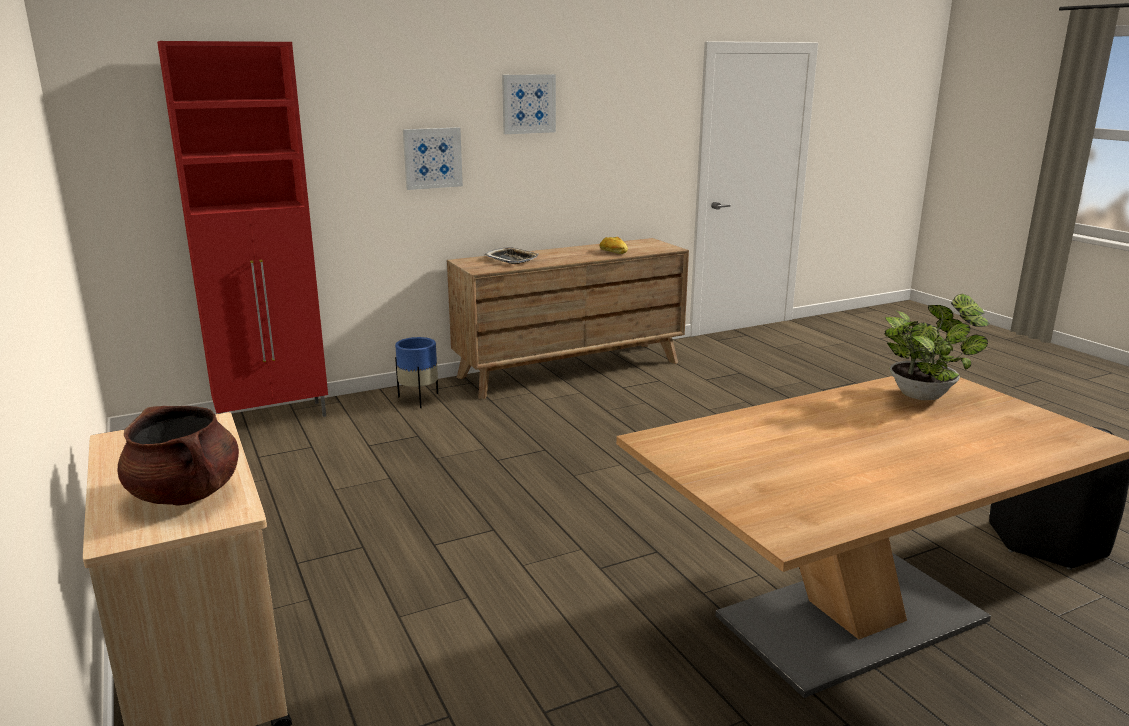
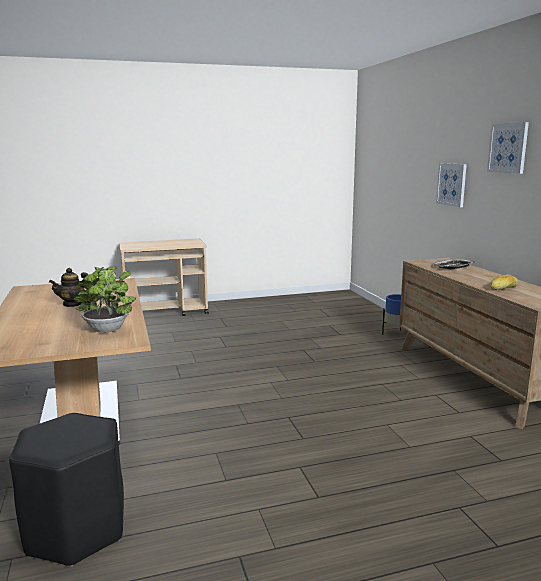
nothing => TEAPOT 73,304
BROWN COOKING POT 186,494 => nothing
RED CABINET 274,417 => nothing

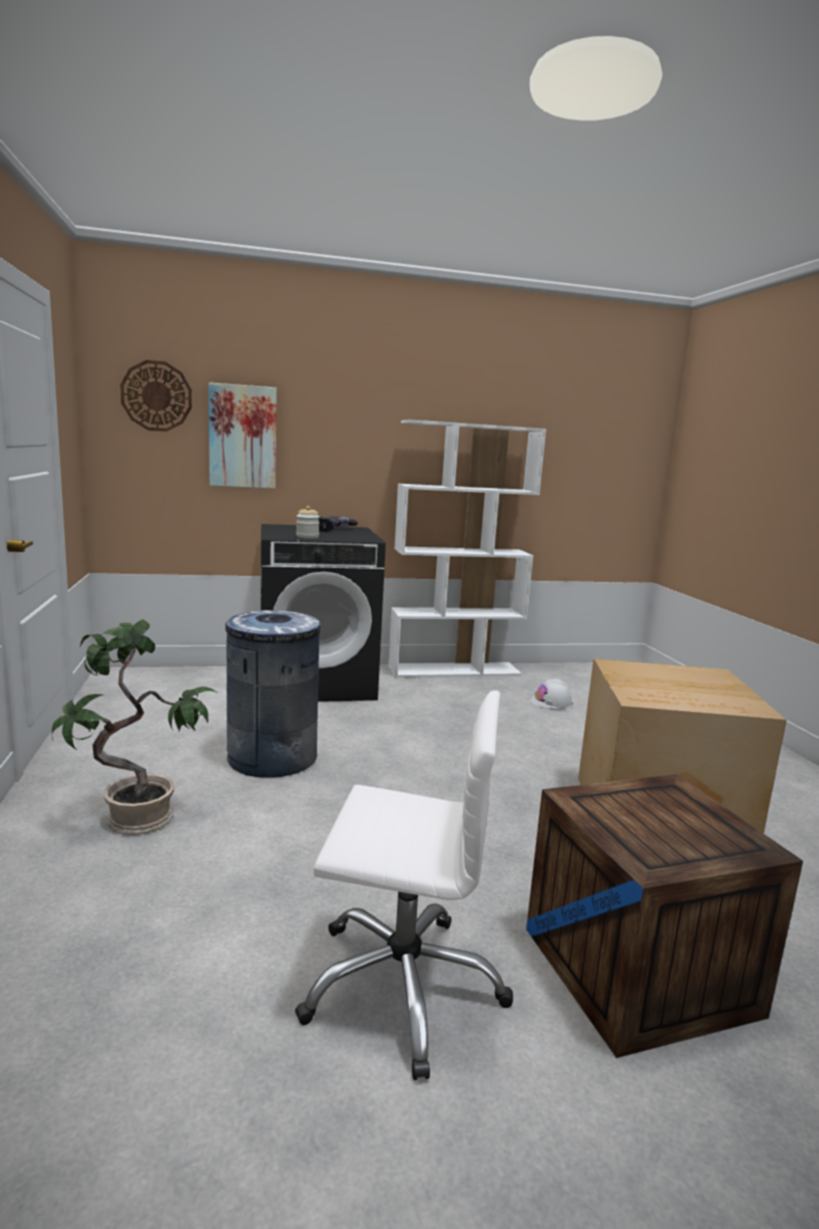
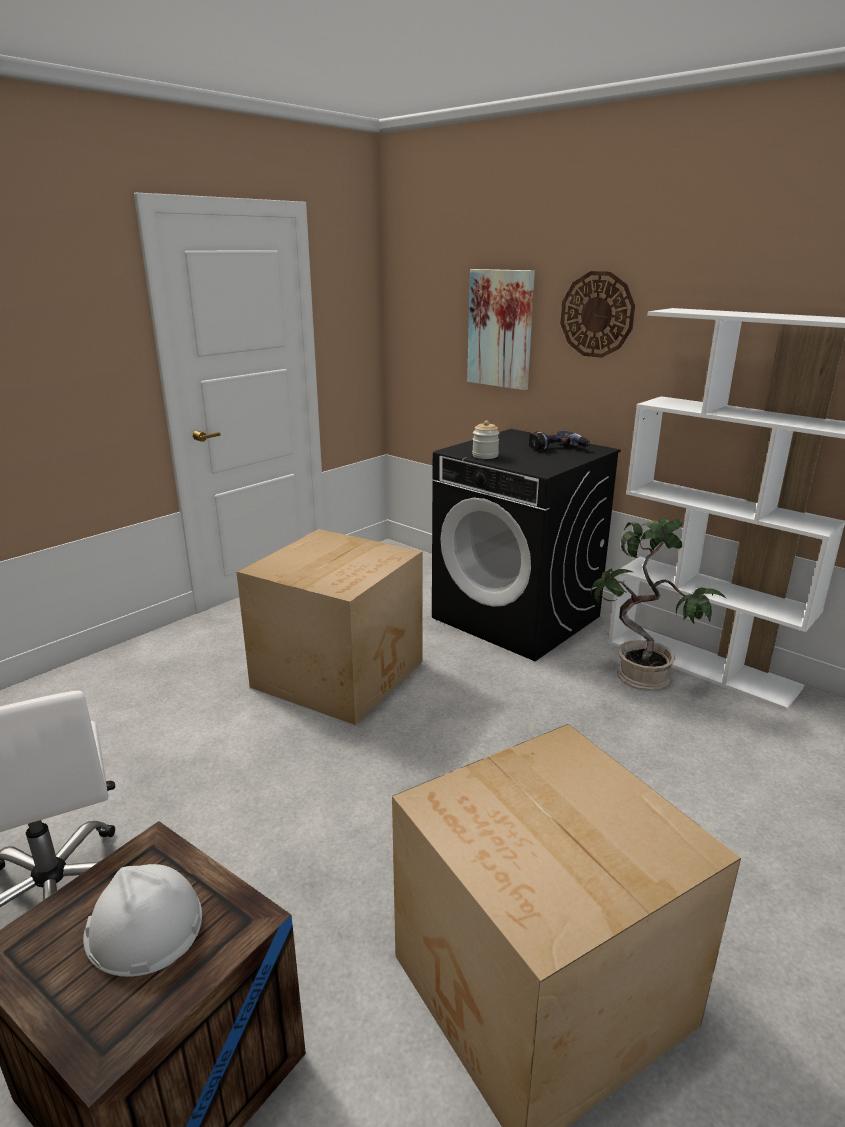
WHITE HARD HAT 551,702 => WHITE HARD HAT 143,926, shifted
GREY TRASH CAN 272,758 => CARDBOARD BOX 341,673
WALL CLOCK 156,396 => WALL CLOCK 597,314, shifted
POTTED PLANT 139,820 => POTTED PLANT 640,678, shifted

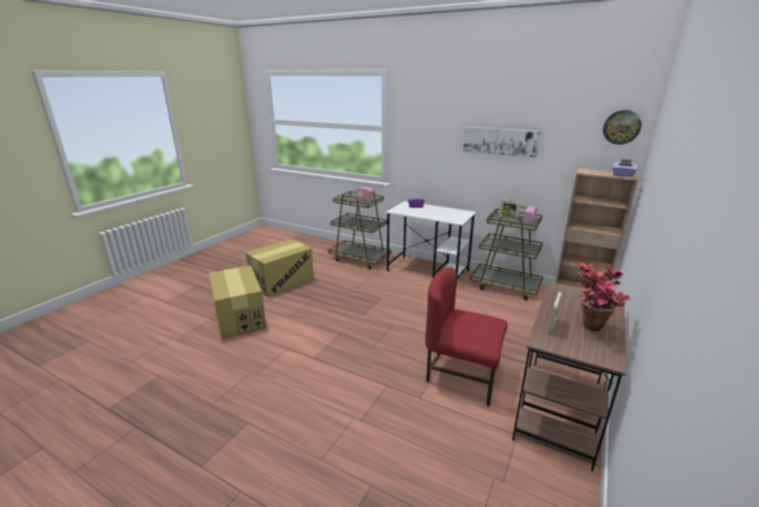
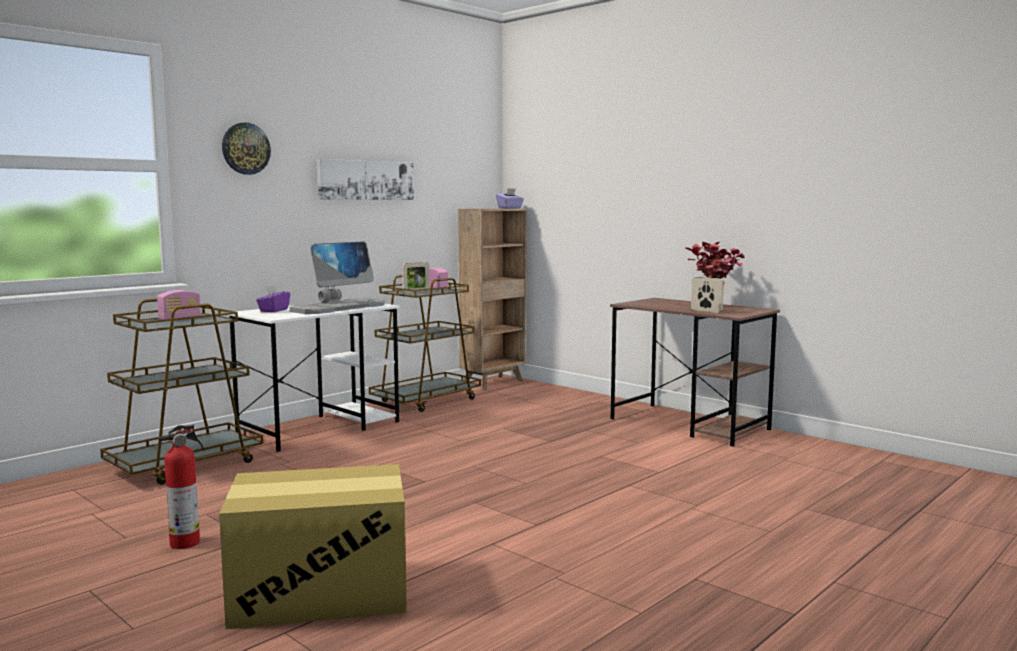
CARDBOARD BOX 282,282 => FIRE EXTINGUISHER 187,542
WALL CLOCK 621,127 => WALL CLOCK 245,148, shifted
nothing => MONITOR 339,307
RED CHAIR 462,375 => nothing

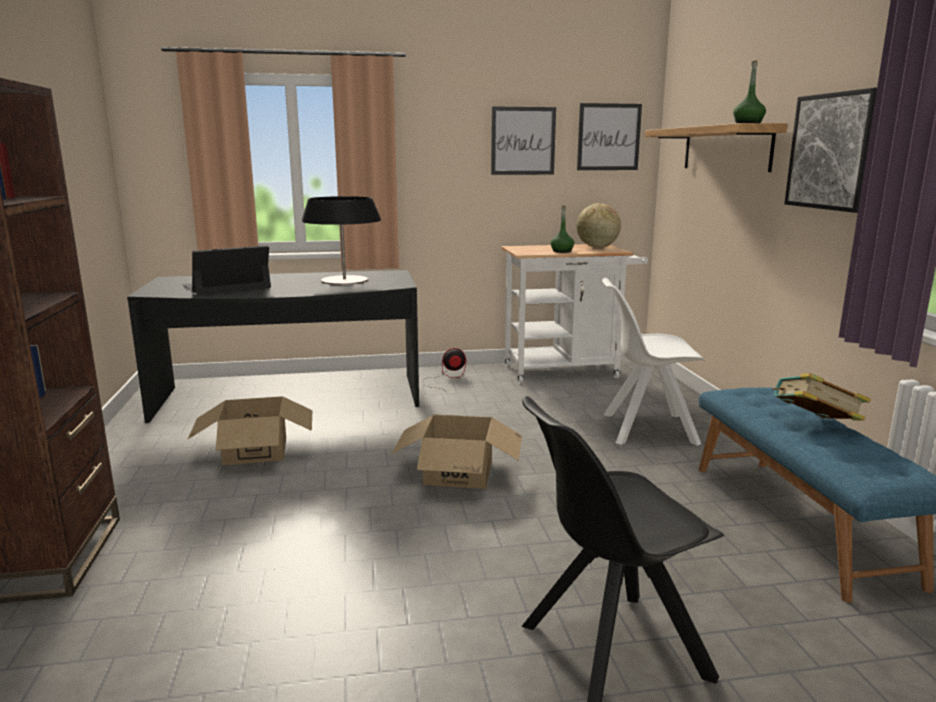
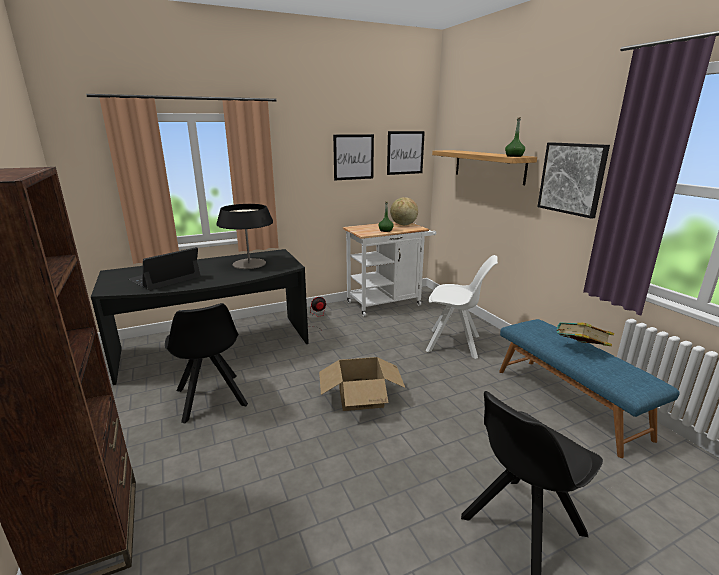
CARDBOARD BOX 255,451 => BLACK CHAIR 211,399
WHITE CHAIR 645,429 => WHITE CHAIR 455,344, 150 degrees counterclockwise

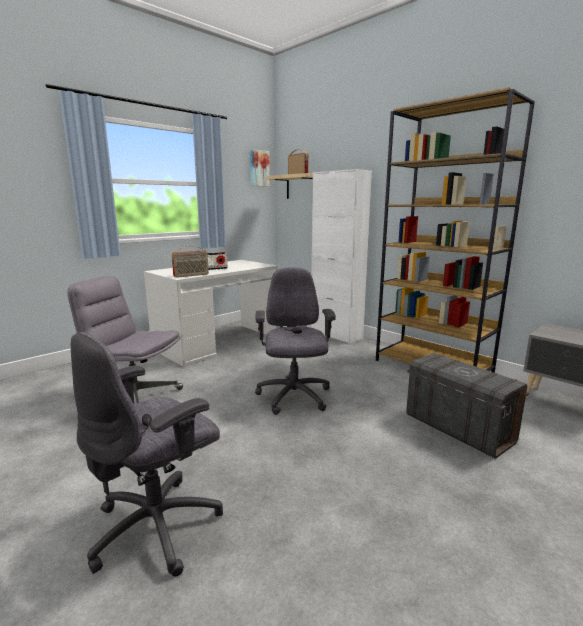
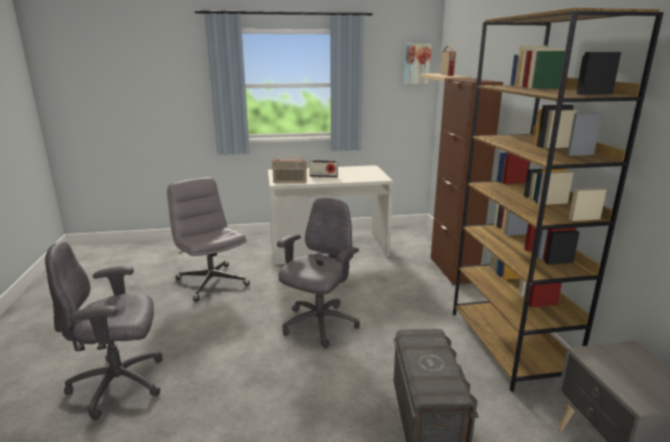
WHITE CABINET 336,335 => BROWN CABINET 453,270

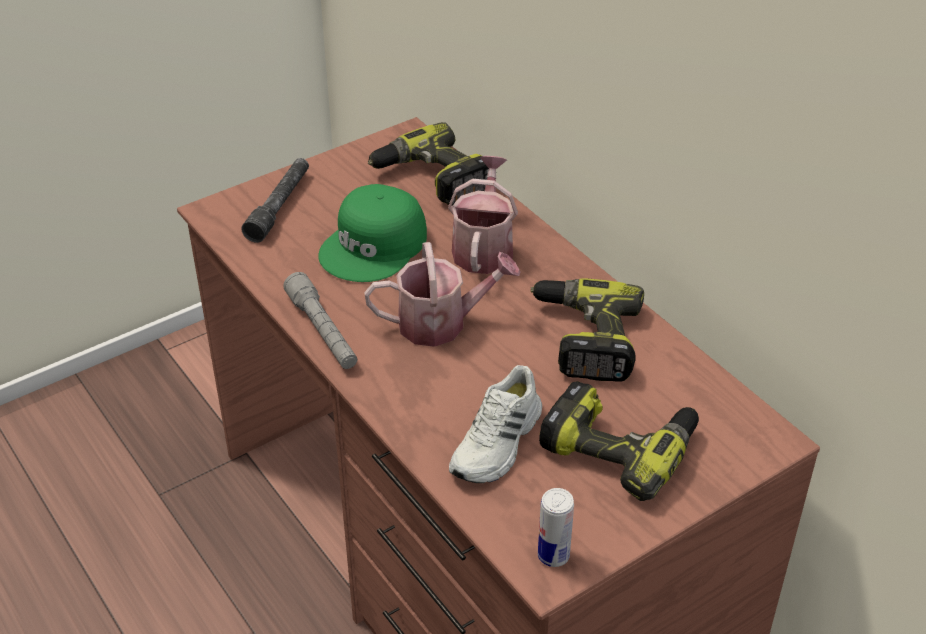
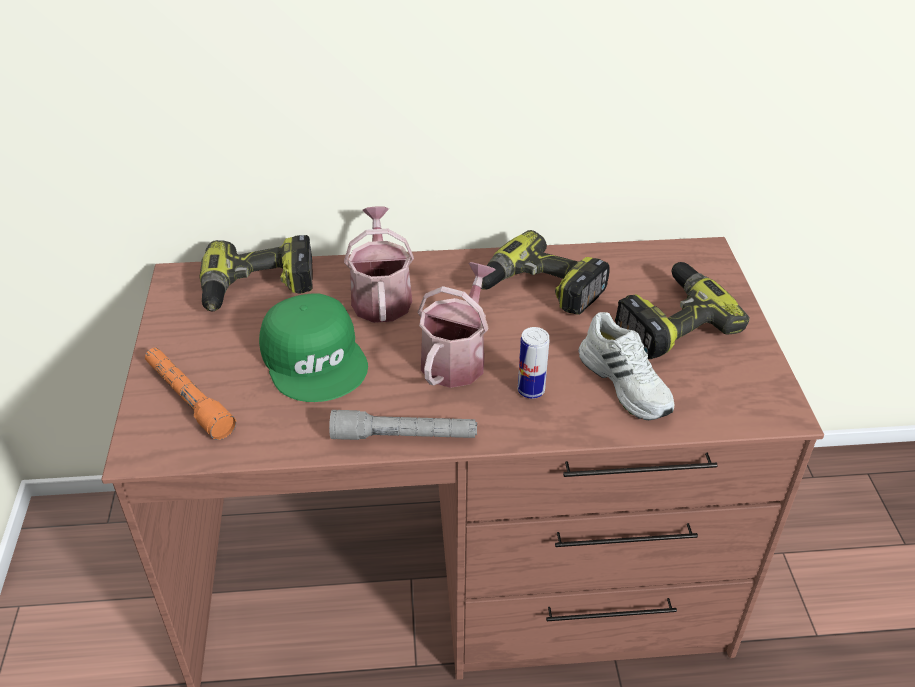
GREY FLASHLIGHT 279,206 => ORANGE FLASHLIGHT 188,399
WATERING CAN 483,247 => WATERING CAN 381,296, 45 degrees clockwise
CAN 553,555 => CAN 531,390, shifted

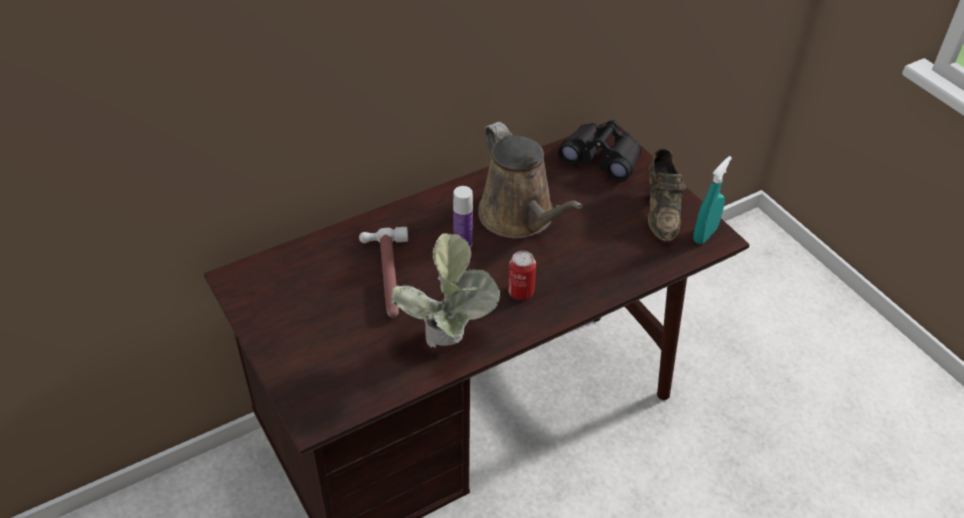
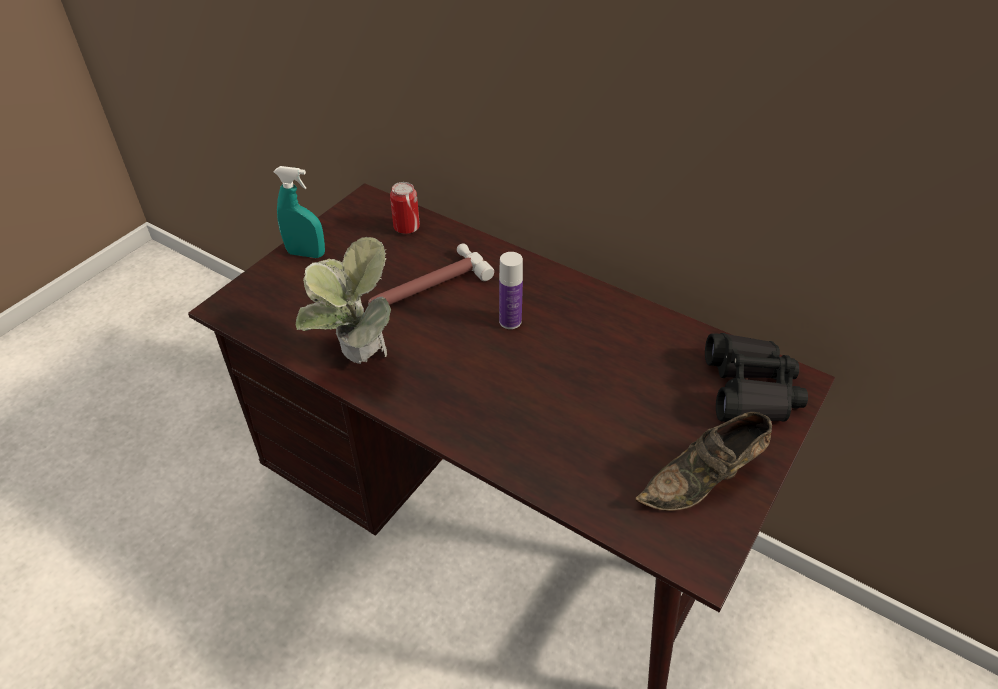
TURQUOISE SPRAY BOTTLE 705,234 => TURQUOISE SPRAY BOTTLE 306,254, shifted
CAN 520,292 => CAN 406,228, shifted
BROWN WATERING CAN 520,217 => nothing

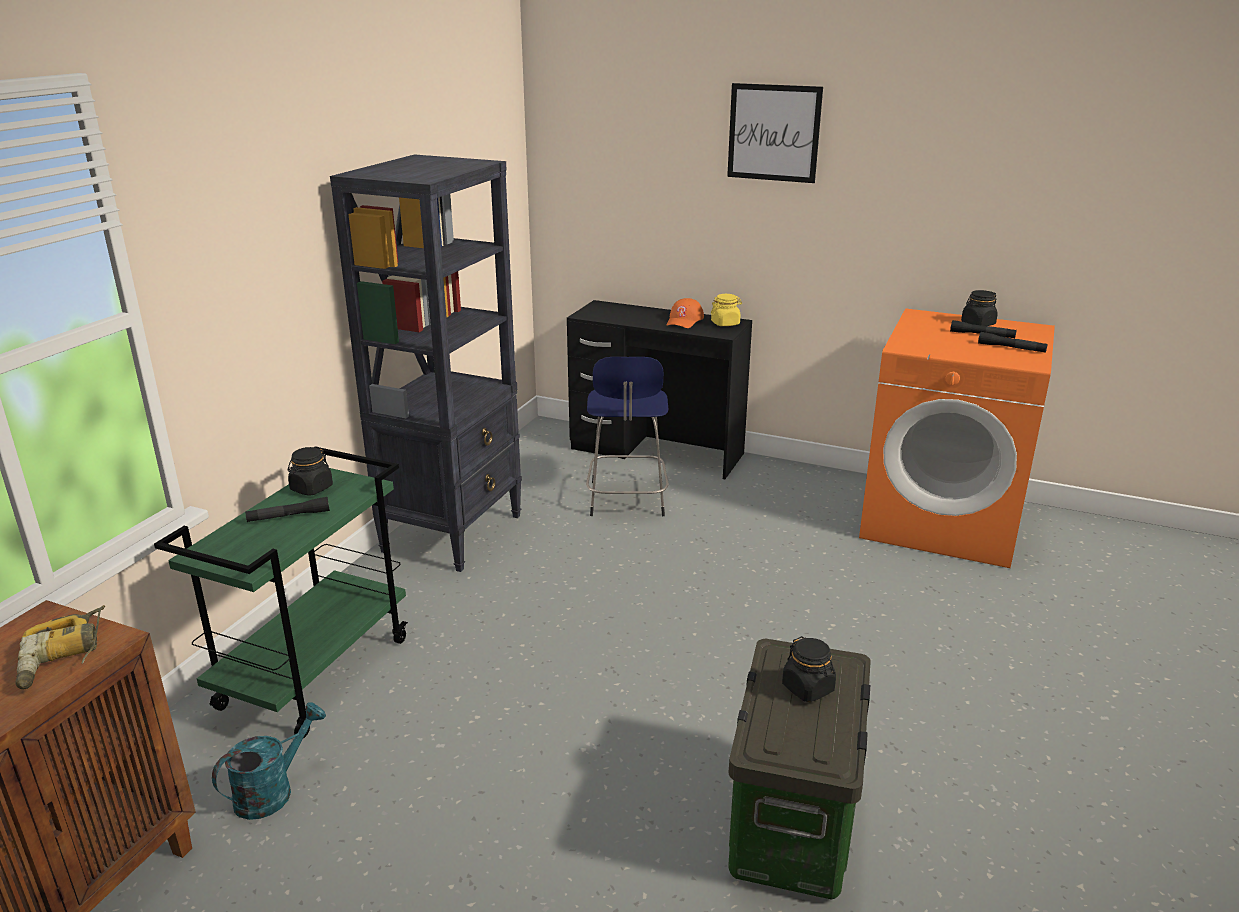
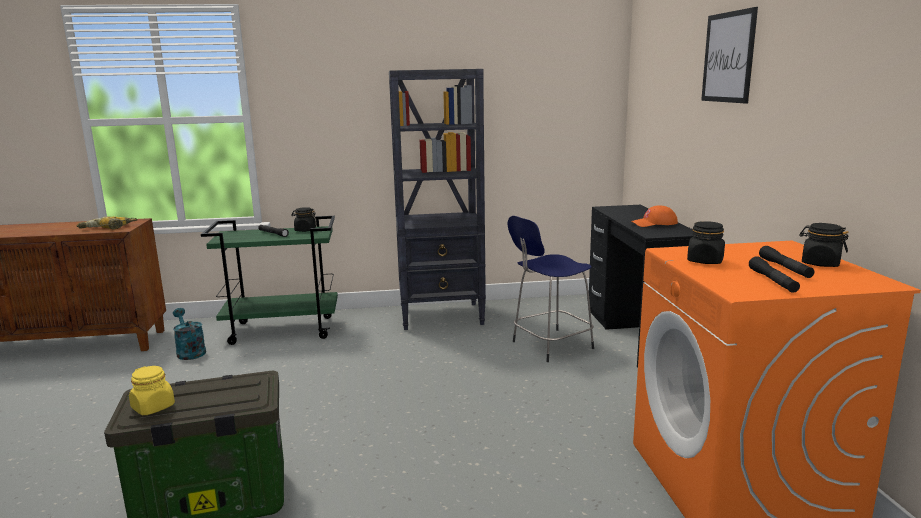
YELLOW JAR 725,323 => YELLOW JAR 153,407, shifted
TURQUOISE WATERING CAN 272,791 => TURQUOISE WATERING CAN 189,352, 135 degrees counterclockwise
BLACK JAR 808,688 => BLACK JAR 705,261, shifted

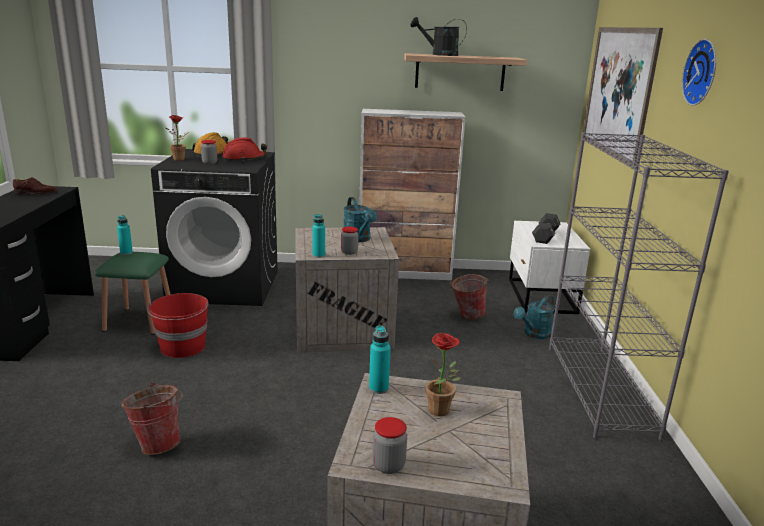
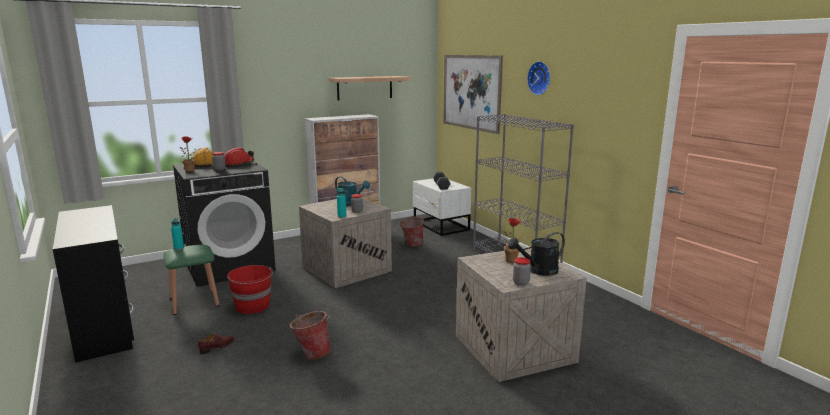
BROWN SHOE 36,193 => BROWN SHOE 217,347, shifted
BLACK WATERING CAN 439,55 => BLACK WATERING CAN 538,271, shifted
TURQUOISE BOTTLE 378,388 => nothing
TURQUOISE WATERING CAN 534,334 => nothing

